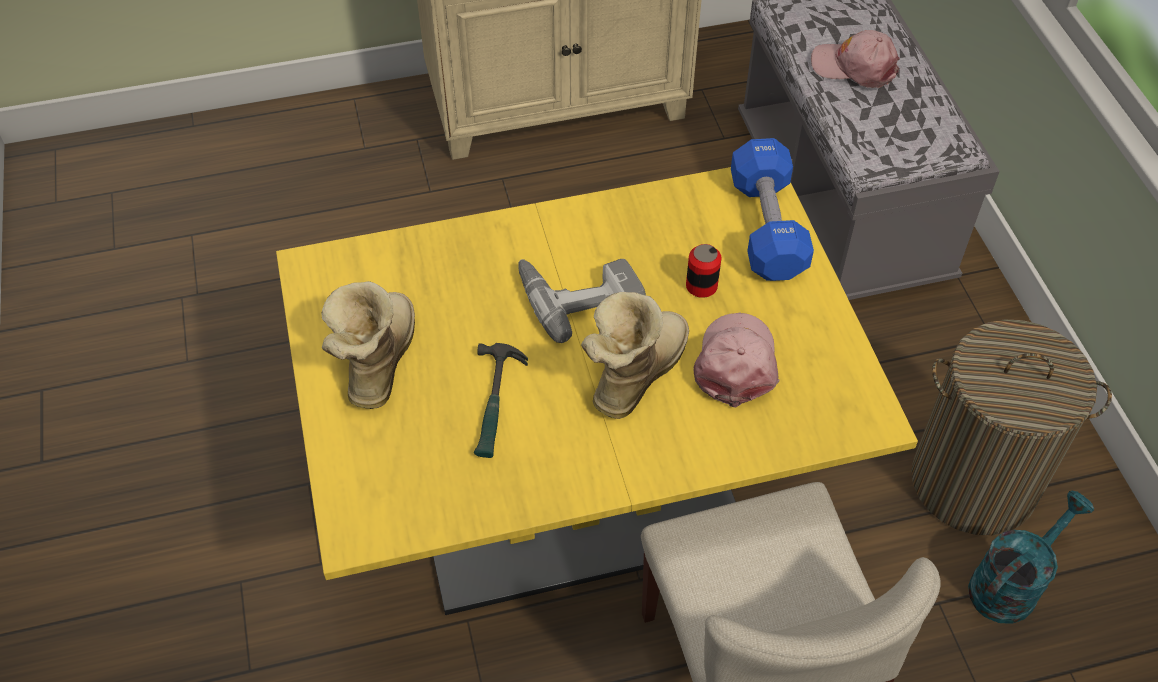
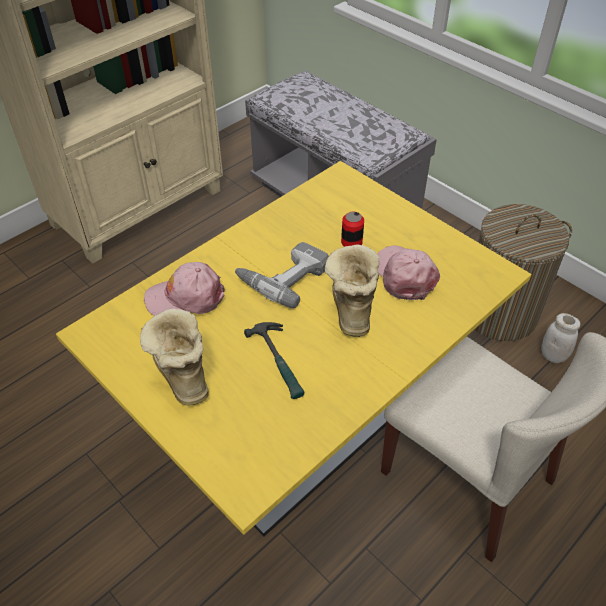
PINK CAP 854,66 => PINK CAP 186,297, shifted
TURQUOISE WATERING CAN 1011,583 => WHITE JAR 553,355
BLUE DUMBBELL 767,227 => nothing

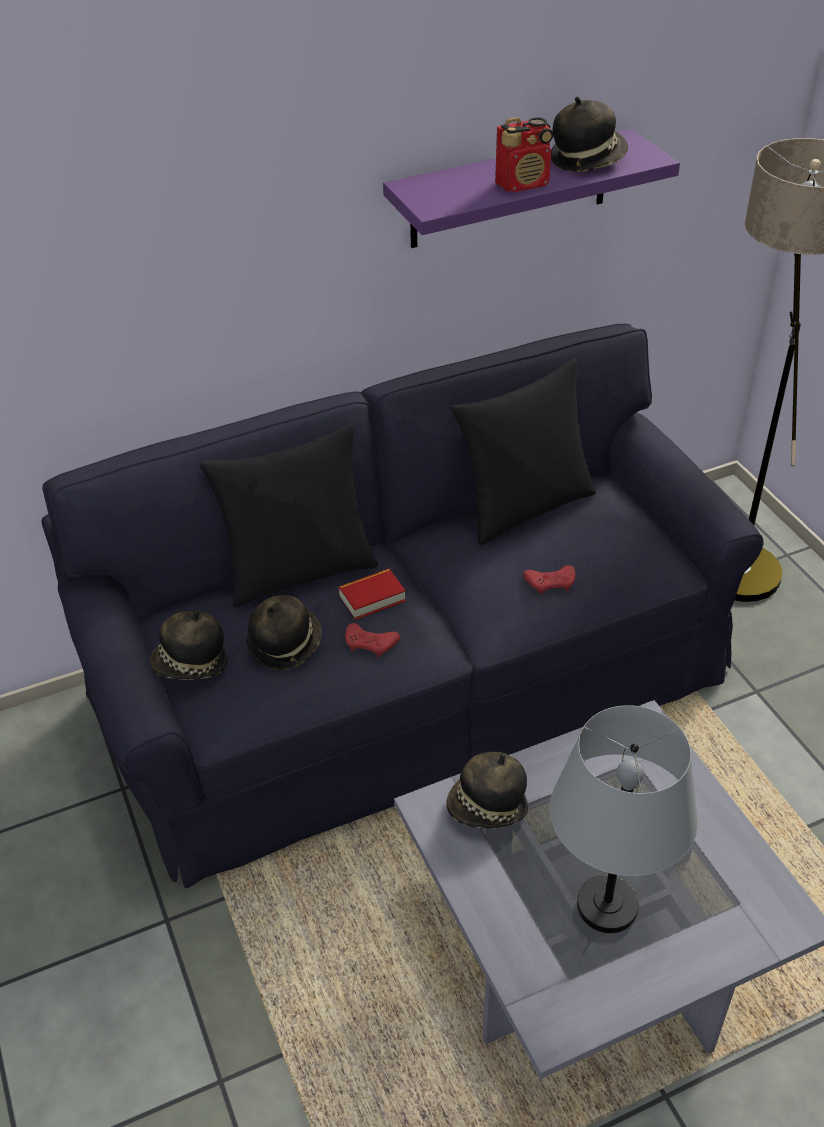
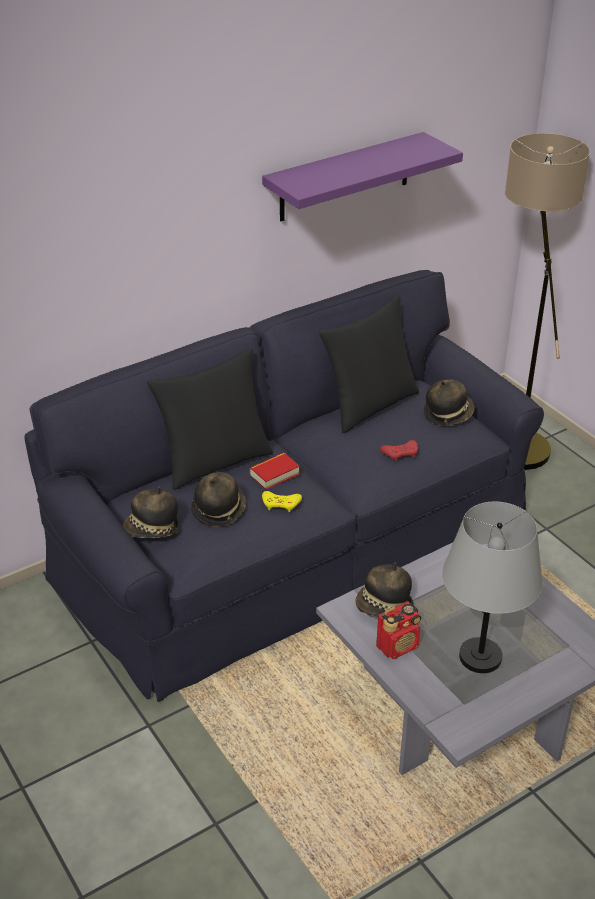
RED GAME CONTROLLER 370,643 => YELLOW GAME CONTROLLER 281,504
RADIO 523,184 => RADIO 398,646, shifted
HAT 587,160 => HAT 448,414, shifted

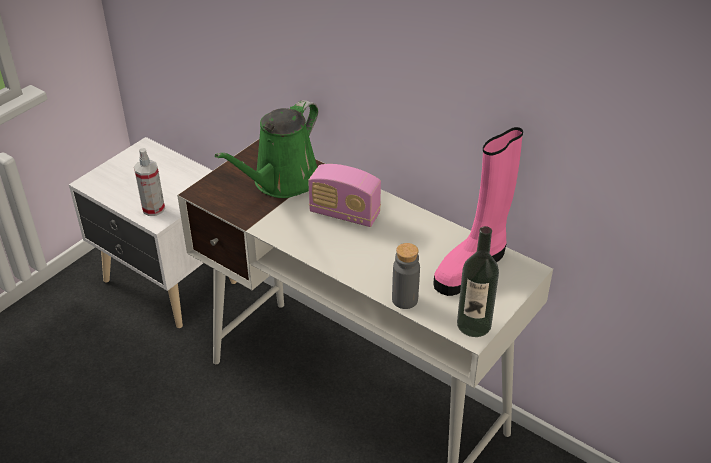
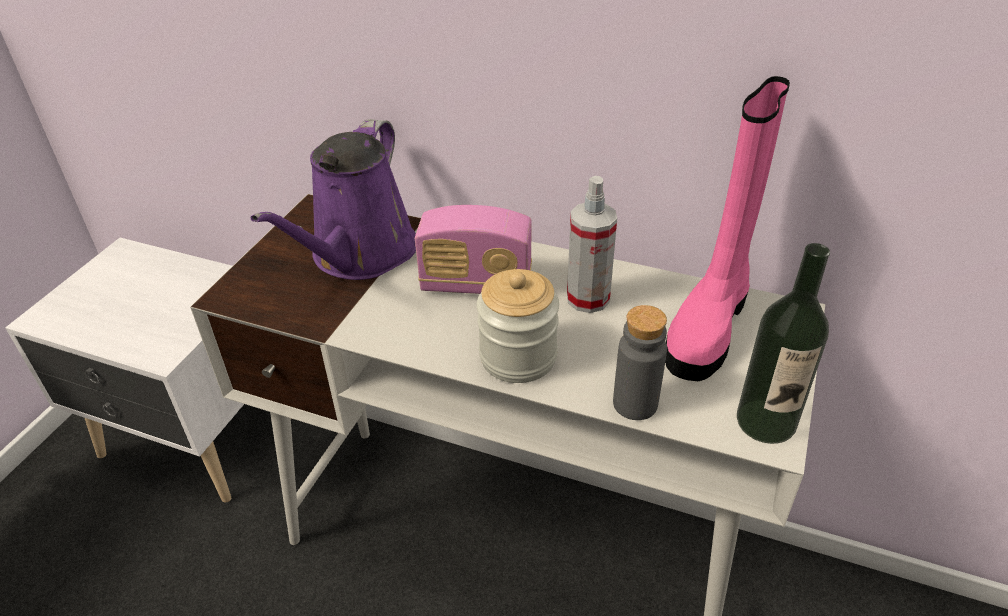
GREEN WATERING CAN 282,182 => PURPLE WATERING CAN 359,255
nothing => JAR 518,357
SPRAY BOTTLE 153,209 => SPRAY BOTTLE 588,298, shifted

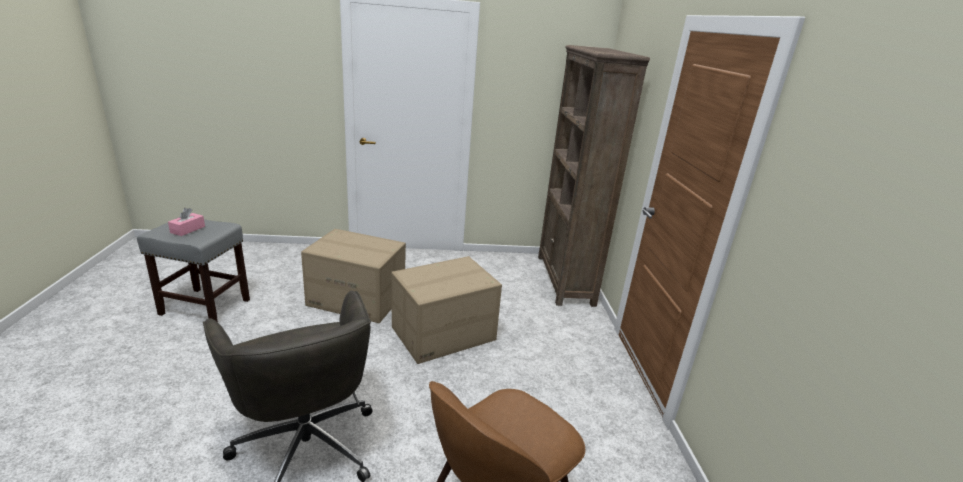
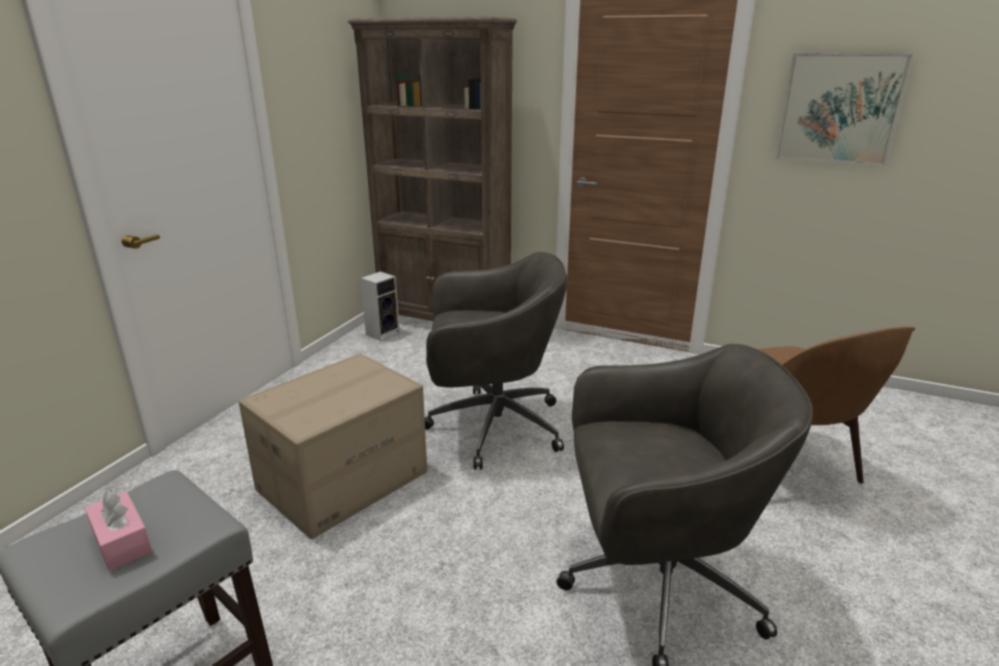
nothing => SPEAKER 383,333
CARDBOARD BOX 443,334 => GREY OFFICE CHAIR 491,426
nothing => PICTURE 839,108

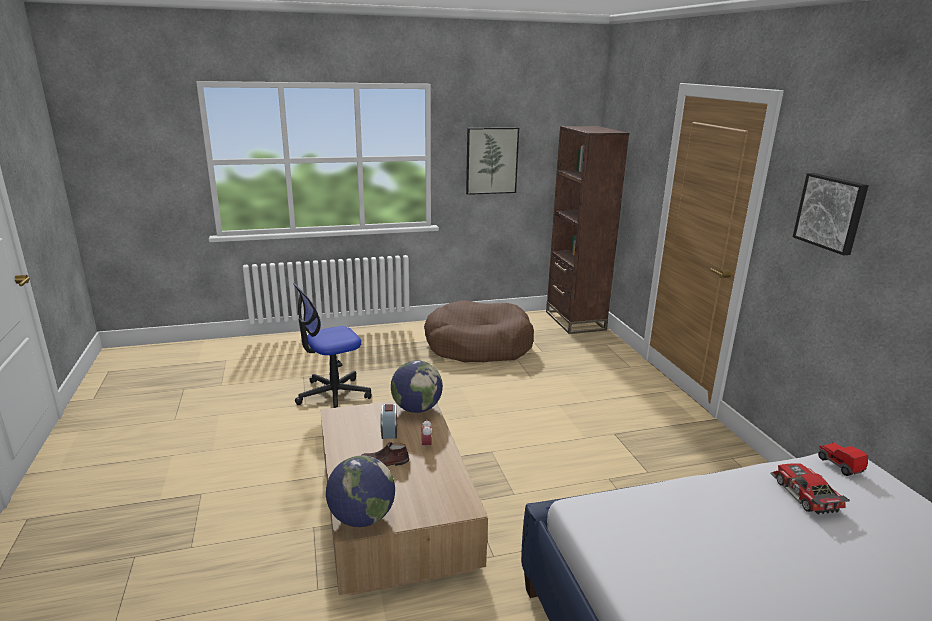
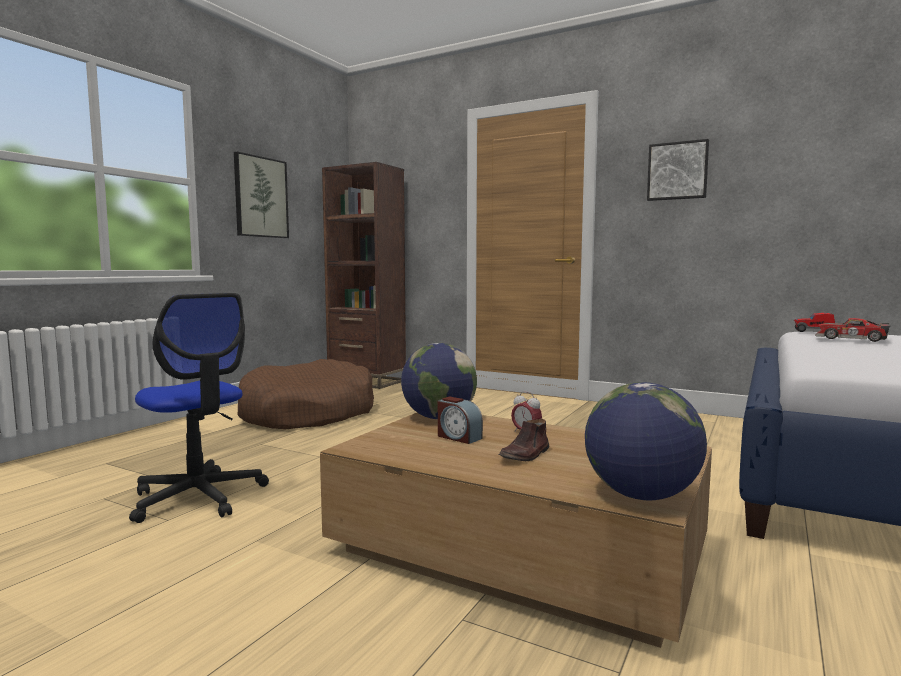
OFFICE CHAIR 333,395 => OFFICE CHAIR 198,497, 60 degrees counterclockwise

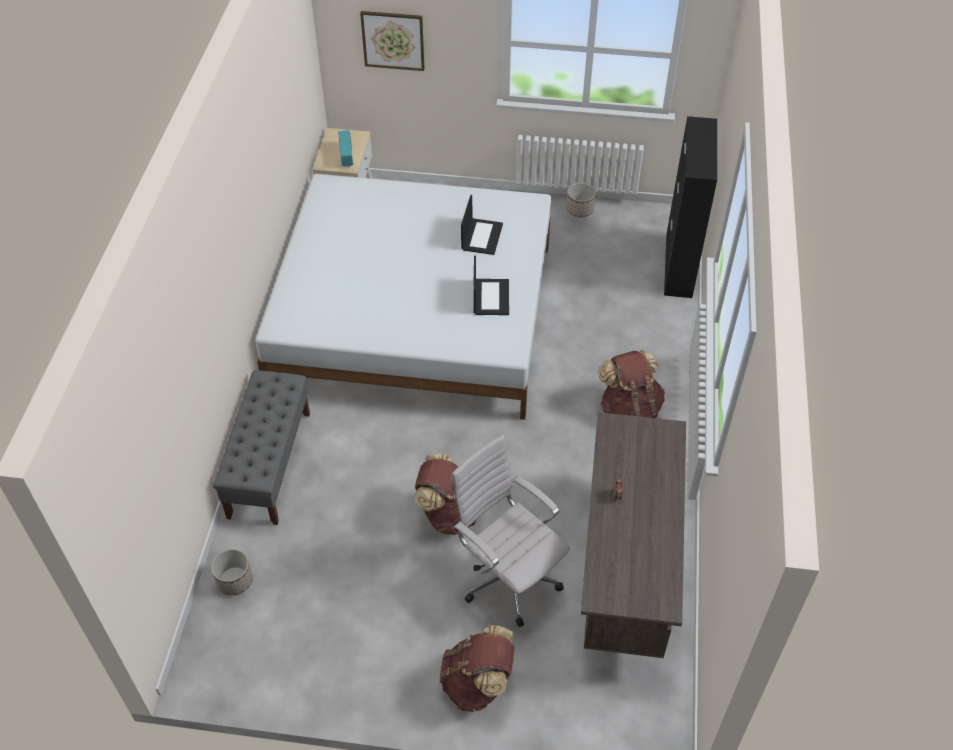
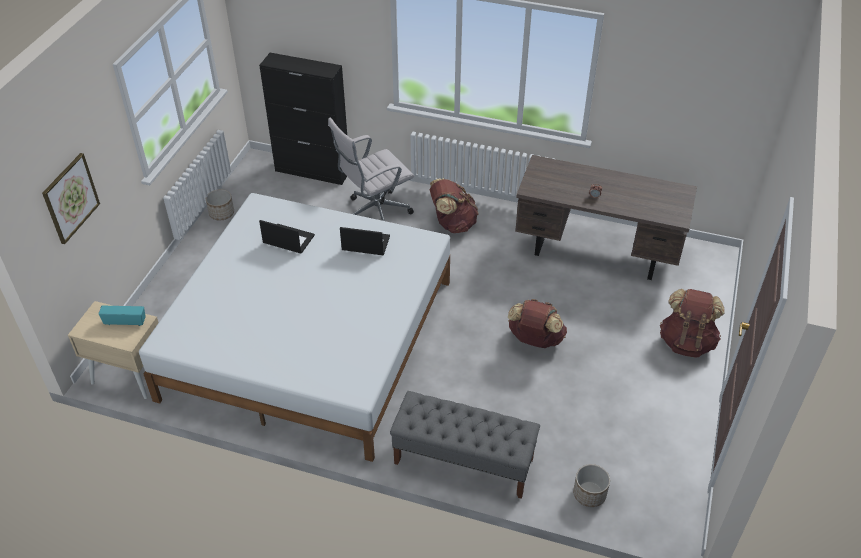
WHITE OFFICE CHAIR 508,577 => WHITE OFFICE CHAIR 374,214, shifted

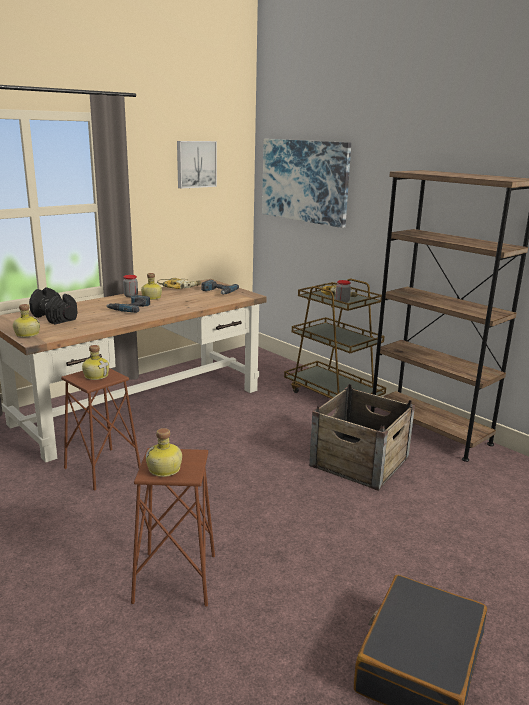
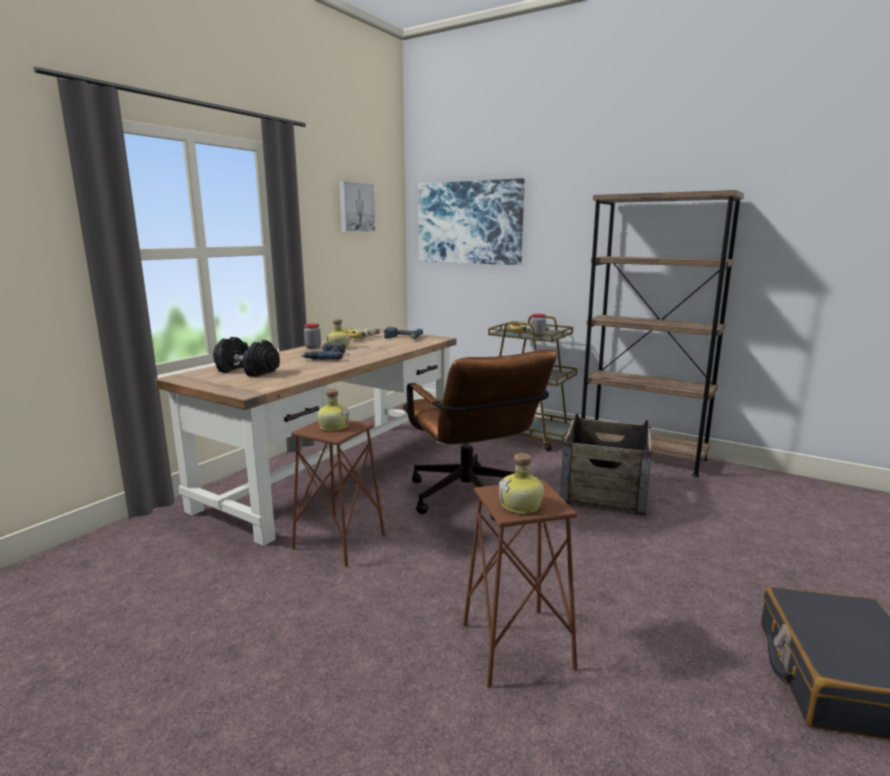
nothing => BROWN OFFICE CHAIR 471,500
BOTTLE 26,334 => nothing

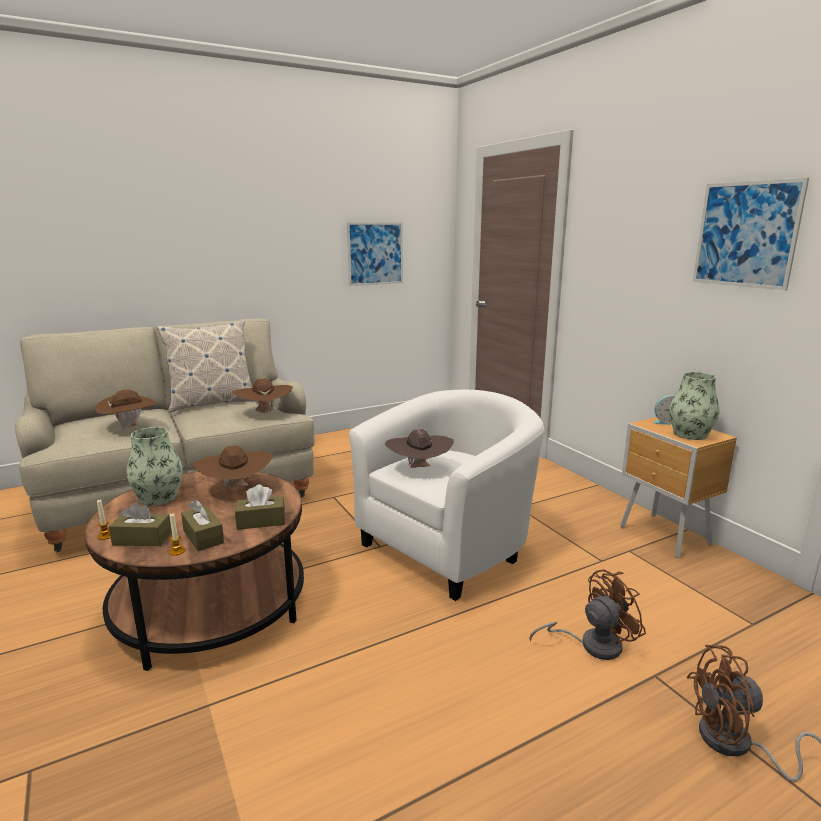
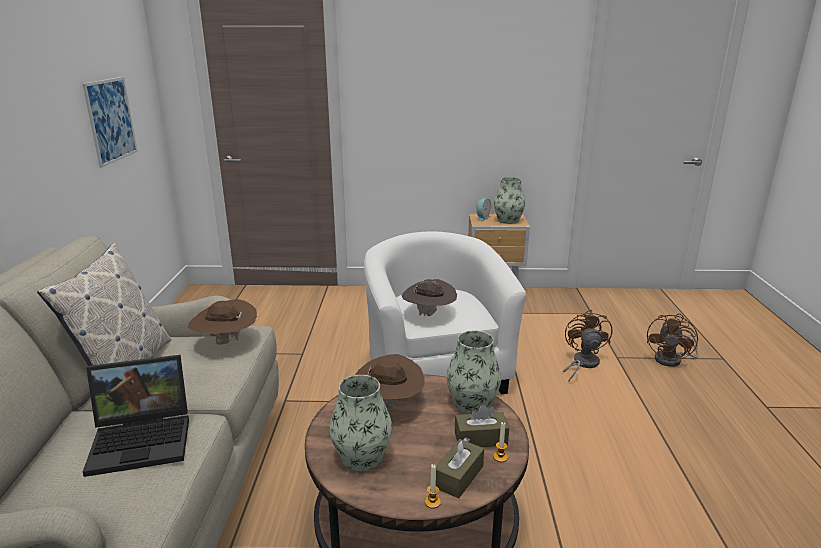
BROWN HAT 130,427 => LAPTOP 144,439
BROWN TISSUE BOX 261,521 => VASE 472,403
PICTURE 746,234 => nothing

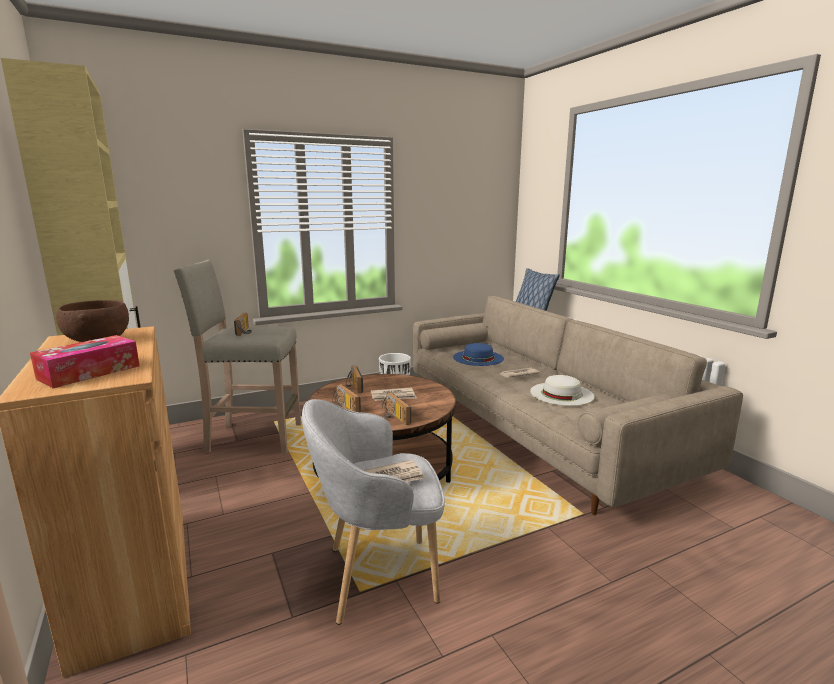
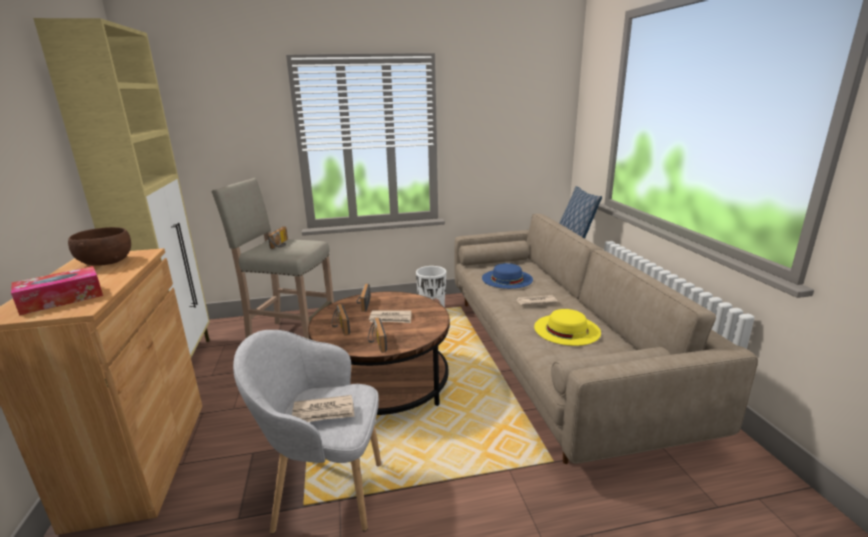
WHITE HAT 561,393 => YELLOW HAT 566,329

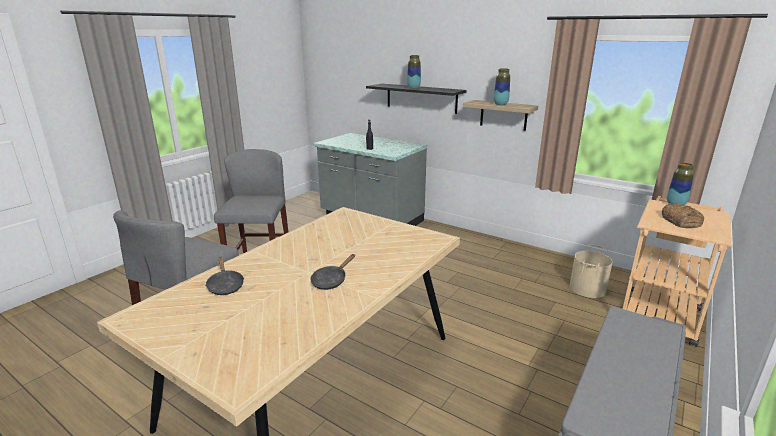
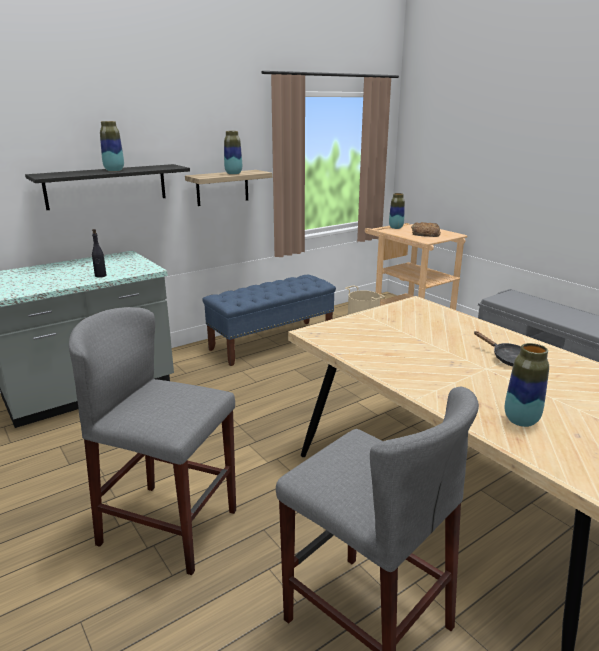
nothing => BLUE BENCH 272,342
BLACK FRYING PAN 225,285 => VASE 521,421

